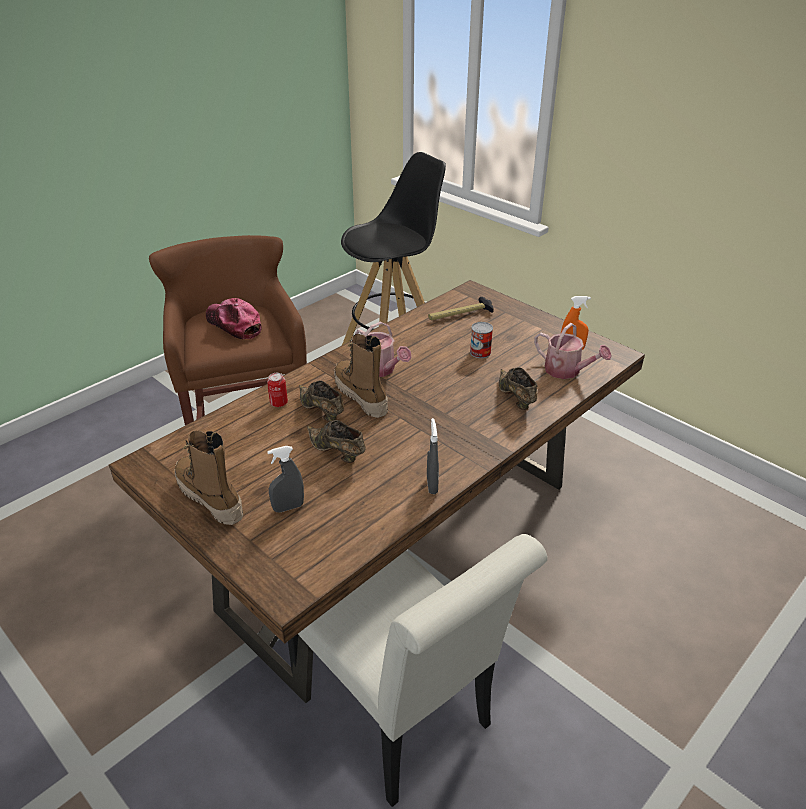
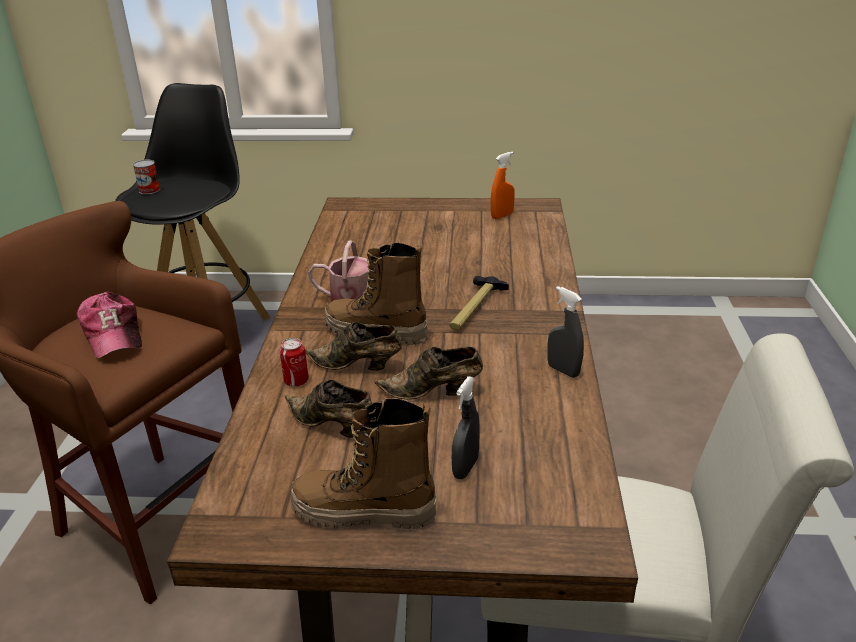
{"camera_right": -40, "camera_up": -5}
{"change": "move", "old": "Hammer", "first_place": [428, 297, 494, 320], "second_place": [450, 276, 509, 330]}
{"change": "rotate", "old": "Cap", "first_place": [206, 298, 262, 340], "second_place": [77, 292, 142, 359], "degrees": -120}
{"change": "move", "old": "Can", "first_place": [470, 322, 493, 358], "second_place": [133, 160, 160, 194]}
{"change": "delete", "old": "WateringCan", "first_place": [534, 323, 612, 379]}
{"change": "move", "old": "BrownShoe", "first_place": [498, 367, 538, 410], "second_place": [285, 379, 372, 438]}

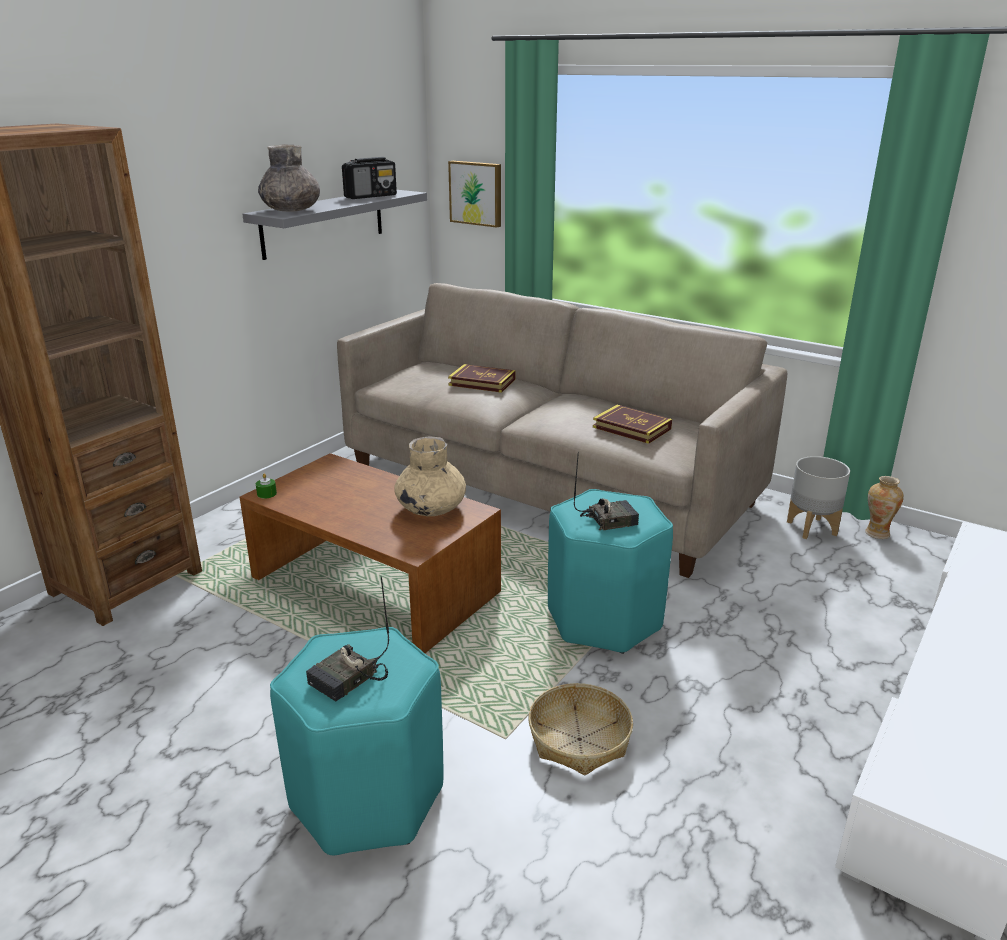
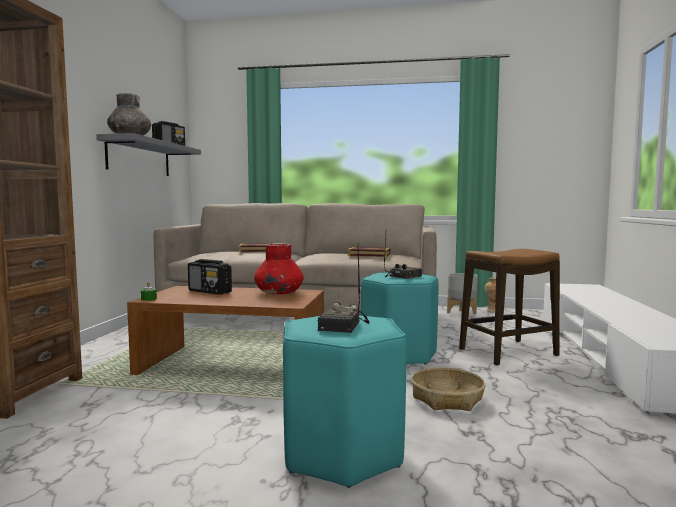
{"camera_right": -25, "camera_up": -20}
{"change": "delete", "old": "Picture", "first_place": [448, 161, 501, 228]}
{"change": "recolor", "old": "BeigeVase", "new": "RedVase", "first_place": [394, 436, 466, 516], "second_place": [254, 243, 304, 294]}
{"change": "insert", "new": "Stool", "second_place": [459, 249, 560, 366]}
{"change": "insert", "new": "Radio", "second_place": [188, 259, 232, 295]}

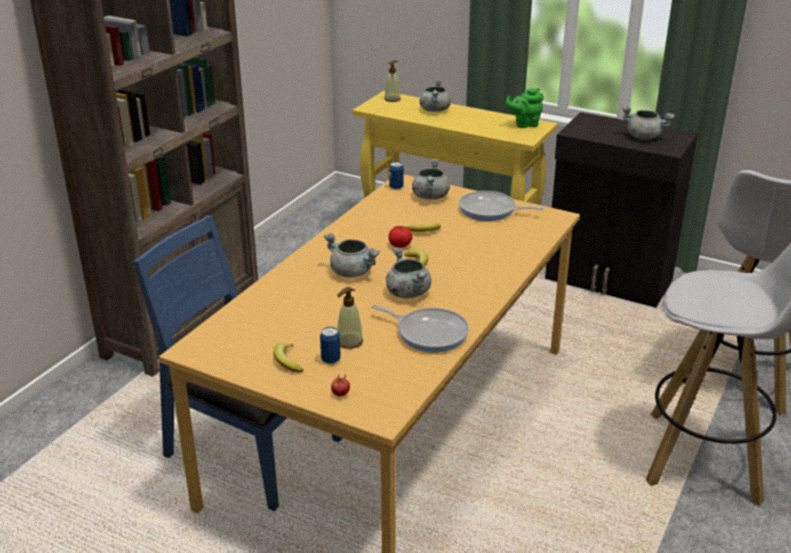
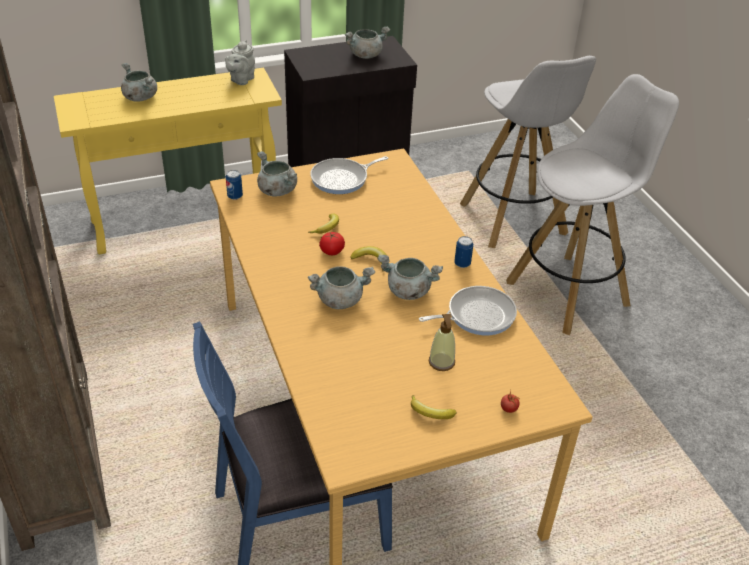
{"camera_right": -50, "camera_up": 10}
{"change": "delete", "old": "SoapDispenser", "first_place": [384, 60, 401, 102]}
{"change": "recolor", "old": "GreenTeapot", "new": "GreyTeapot", "first_place": [506, 88, 544, 128], "second_place": [225, 40, 255, 85]}
{"change": "move", "old": "Can", "first_place": [320, 327, 341, 364], "second_place": [454, 236, 473, 268]}

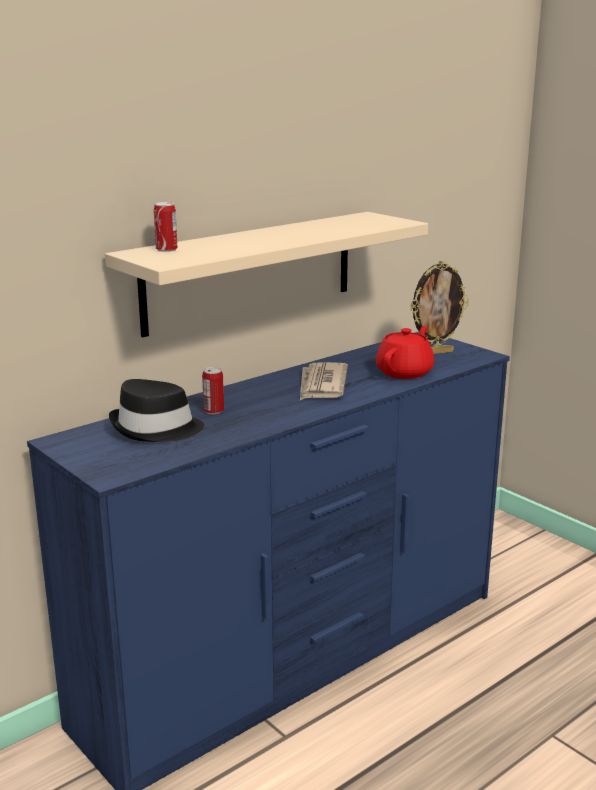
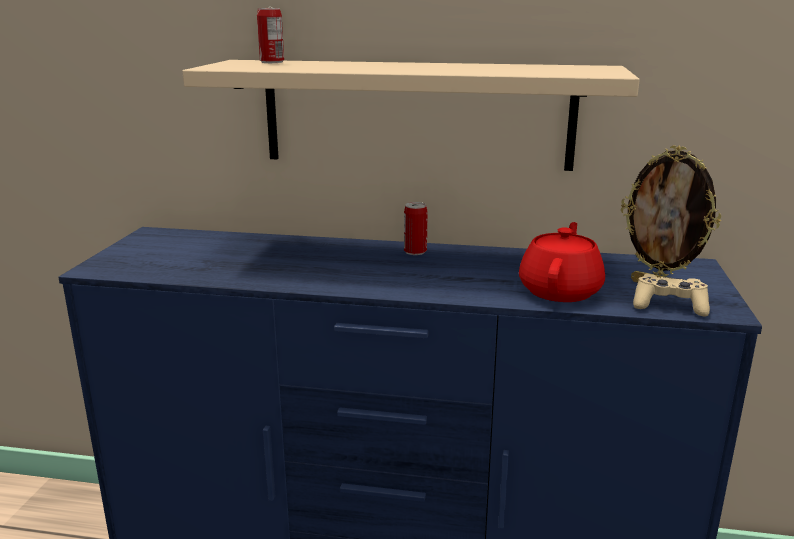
{"camera_right": 50, "camera_up": 0}
{"change": "rotate", "old": "RedTeapot", "first_place": [376, 326, 434, 379], "second_place": [519, 222, 605, 302], "degrees": -60}
{"change": "delete", "old": "Newspaper", "first_place": [300, 362, 348, 400]}
{"change": "move", "old": "Can", "first_place": [202, 367, 224, 414], "second_place": [404, 202, 428, 255]}
{"change": "delete", "old": "BlackHat", "first_place": [109, 379, 204, 442]}
{"change": "insert", "new": "BeigeGameController", "second_place": [633, 274, 710, 317]}

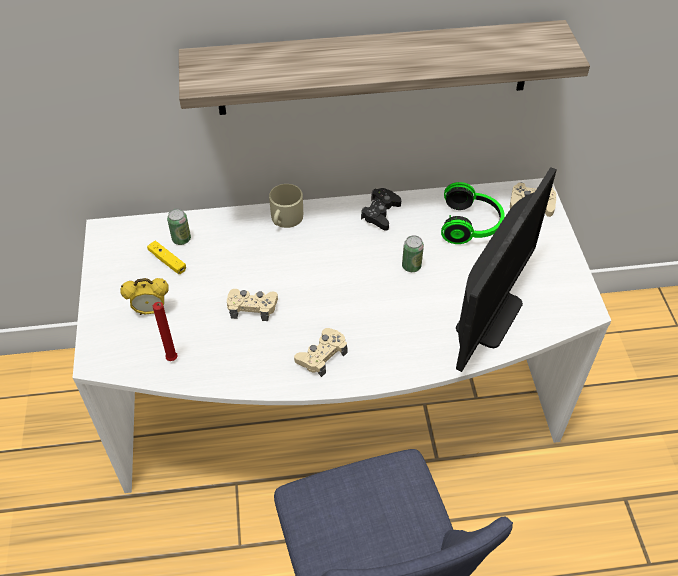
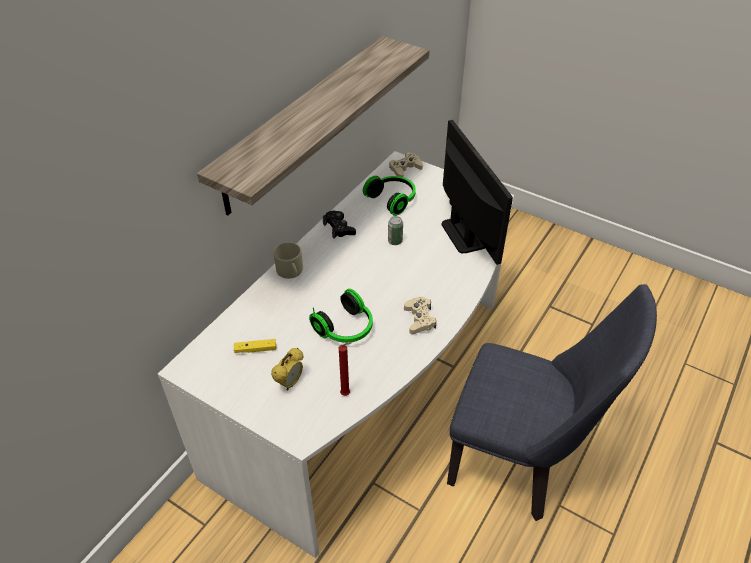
{"camera_right": -50, "camera_up": -5}
{"change": "delete", "old": "Can", "first_place": [167, 209, 191, 245]}
{"change": "replace", "old": "BeigeGameController", "new": "Headphones", "first_place": [227, 289, 278, 321], "second_place": [309, 289, 373, 343]}

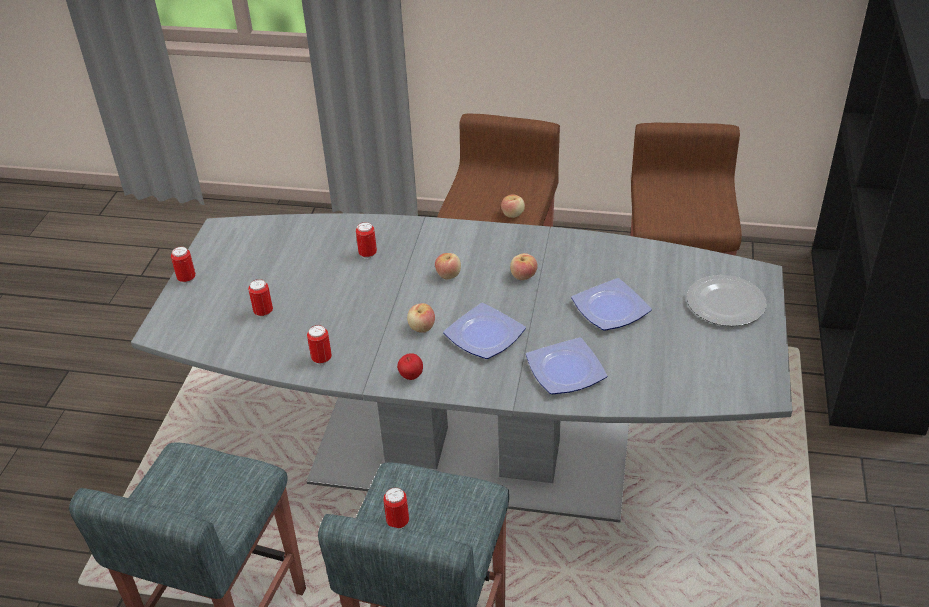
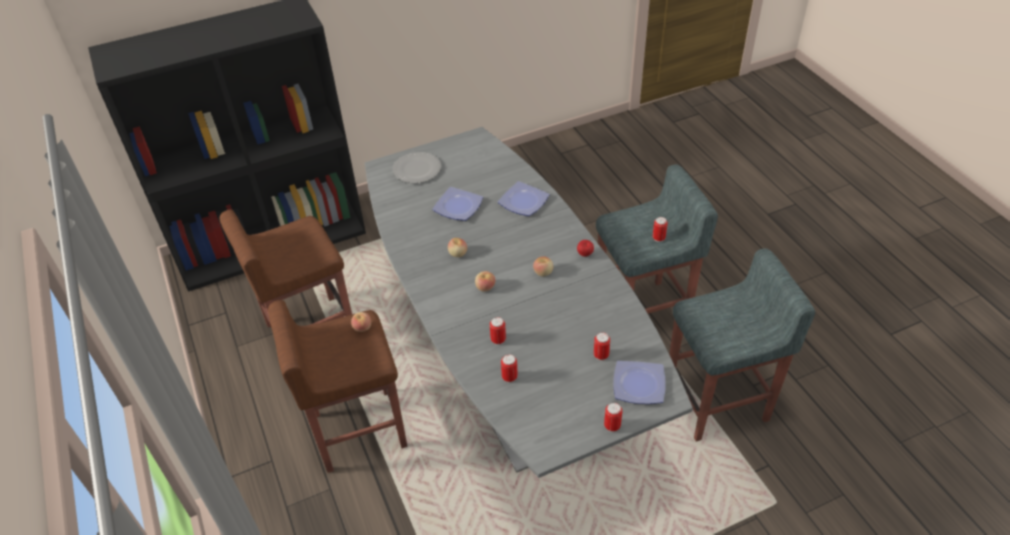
{"camera_right": -125, "camera_up": 5}
{"change": "move", "old": "Plate", "first_place": [443, 303, 526, 359], "second_place": [614, 361, 666, 404]}
{"change": "move", "old": "Can", "first_place": [307, 325, 332, 365], "second_place": [501, 354, 518, 383]}

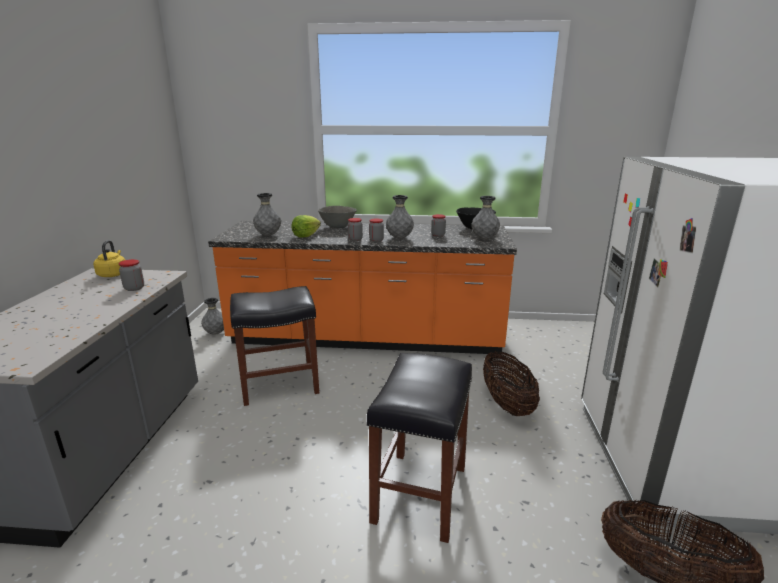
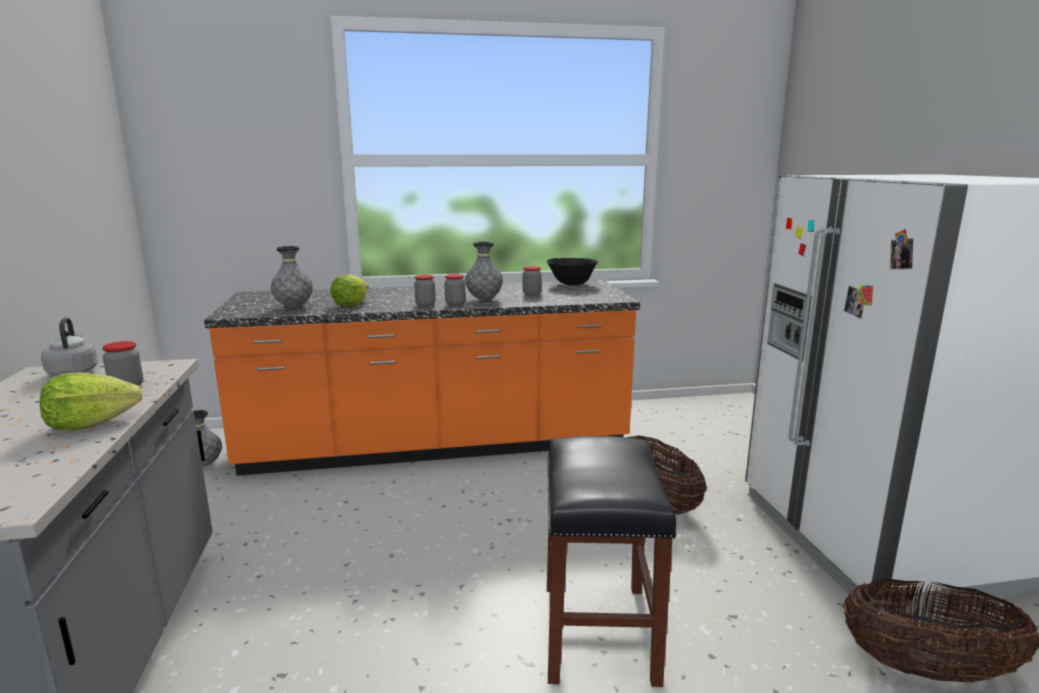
{"camera_right": -15, "camera_up": -5}
{"change": "delete", "old": "GreyVase", "first_place": [472, 196, 500, 240]}
{"change": "delete", "old": "GreyBowl", "first_place": [318, 206, 357, 228]}
{"change": "recolor", "old": "YellowKettle", "new": "GreyKettle", "first_place": [93, 240, 125, 277], "second_place": [41, 317, 98, 376]}
{"change": "delete", "old": "BlackStool", "first_place": [230, 286, 319, 406]}
{"change": "insert", "new": "Lettuce", "second_place": [39, 372, 143, 430]}

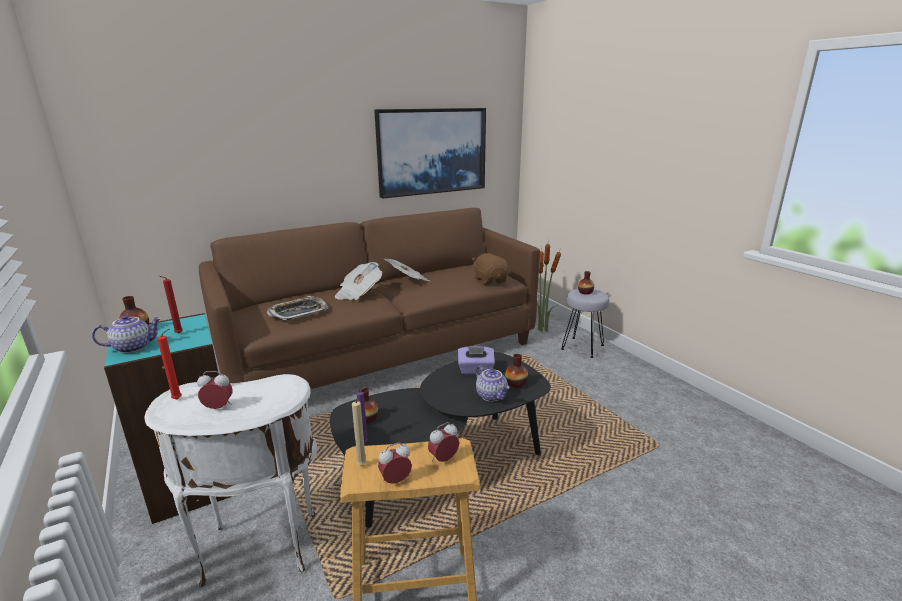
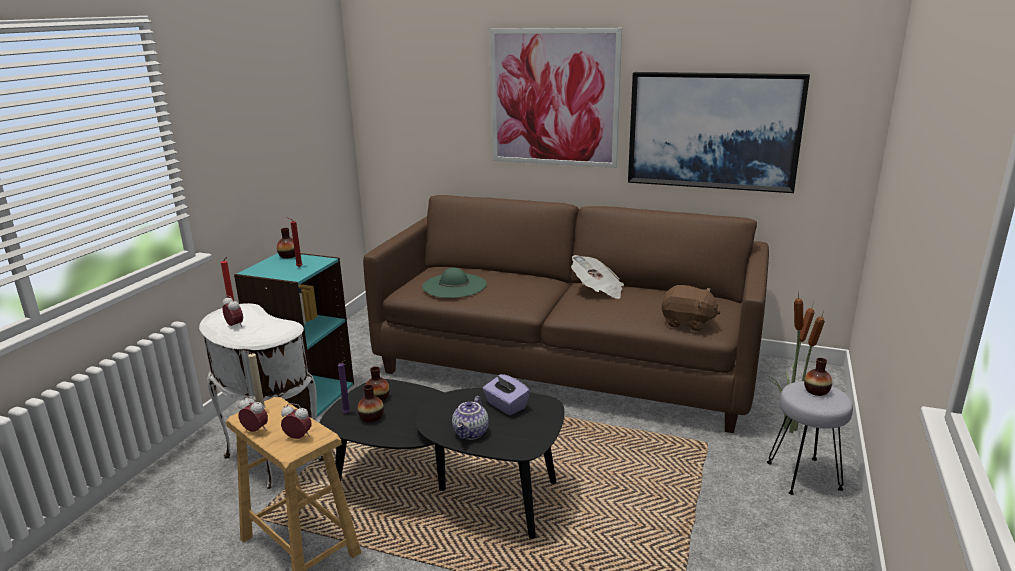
{"camera_right": 50, "camera_up": 0}
{"change": "rotate", "old": "BrownPlushToy", "first_place": [472, 253, 508, 285], "second_place": [662, 285, 721, 331], "degrees": 90}
{"change": "delete", "old": "Newspaper", "first_place": [335, 262, 382, 300]}
{"change": "replace", "old": "Tray", "new": "GreenHat", "first_place": [267, 296, 329, 321], "second_place": [422, 267, 487, 298]}
{"change": "delete", "old": "Teapot", "first_place": [92, 315, 162, 353]}
{"change": "move", "old": "Vase", "first_place": [505, 354, 528, 388], "second_place": [358, 384, 384, 423]}
{"change": "insert", "new": "Picture", "second_place": [489, 28, 622, 168]}

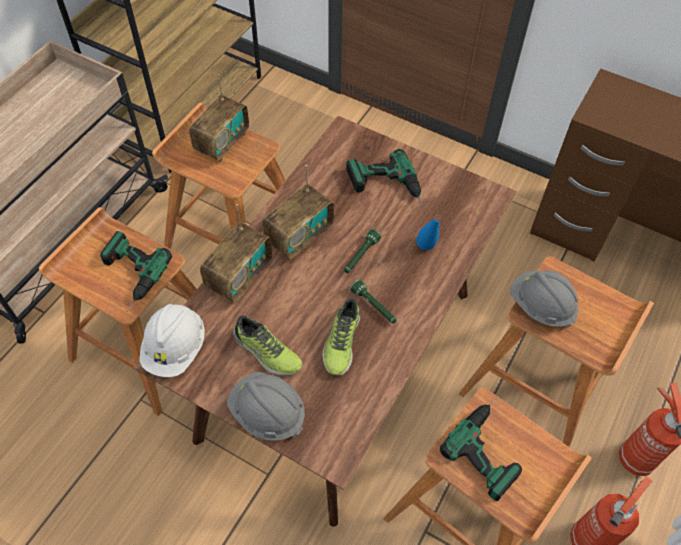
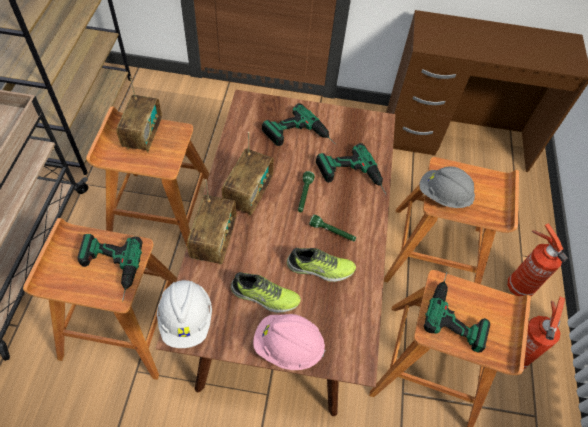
{"camera_right": -25, "camera_up": 0}
{"change": "replace", "old": "BlueBottle", "new": "PowerDrill", "first_place": [416, 214, 441, 250], "second_place": [316, 143, 386, 194]}
{"change": "rotate", "old": "Shoe", "first_place": [322, 298, 360, 375], "second_place": [287, 248, 356, 282], "degrees": -75}
{"change": "recolor", "old": "GreyHardHat", "new": "PinkHardHat", "first_place": [227, 372, 305, 441], "second_place": [253, 314, 325, 370]}

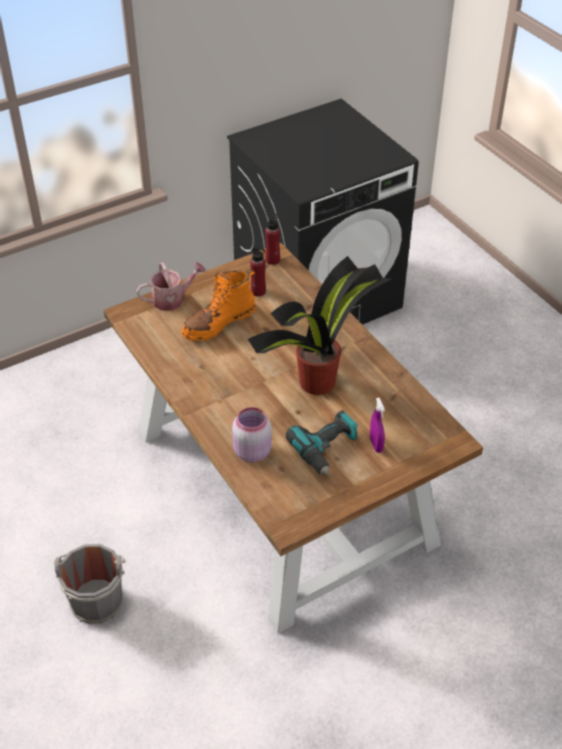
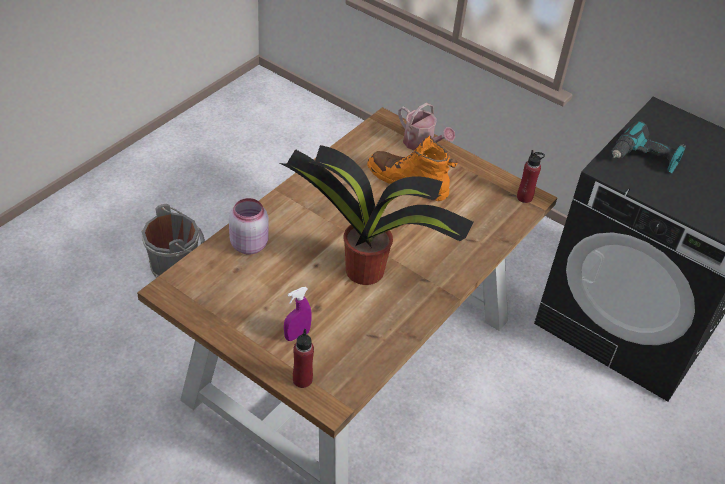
{"camera_right": 65, "camera_up": 0}
{"change": "move", "old": "RedBottle", "first_place": [250, 247, 266, 297], "second_place": [293, 329, 314, 388]}
{"change": "move", "old": "PowerDrill", "first_place": [285, 410, 358, 475], "second_place": [611, 121, 686, 173]}

